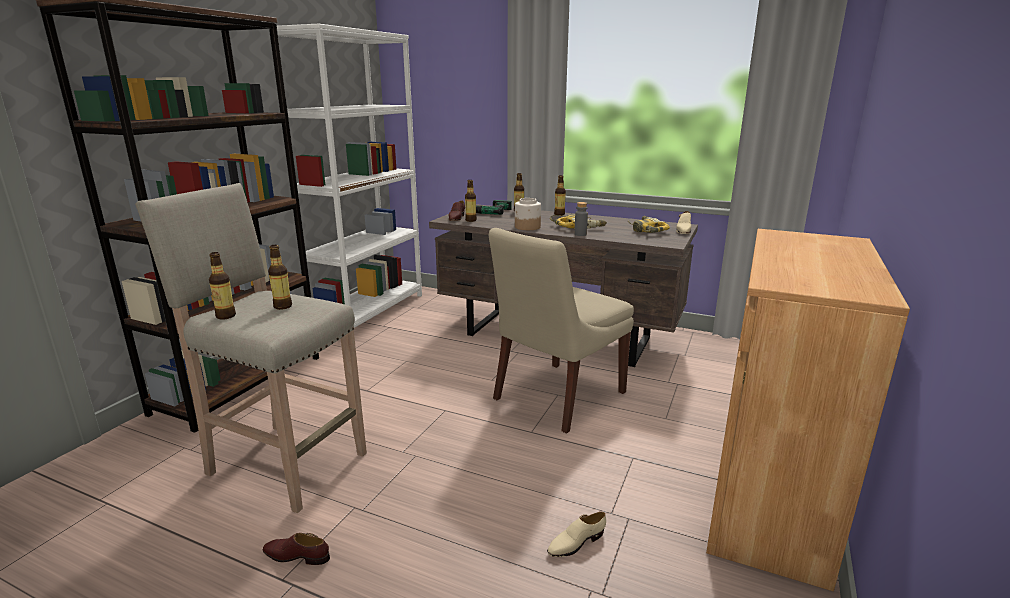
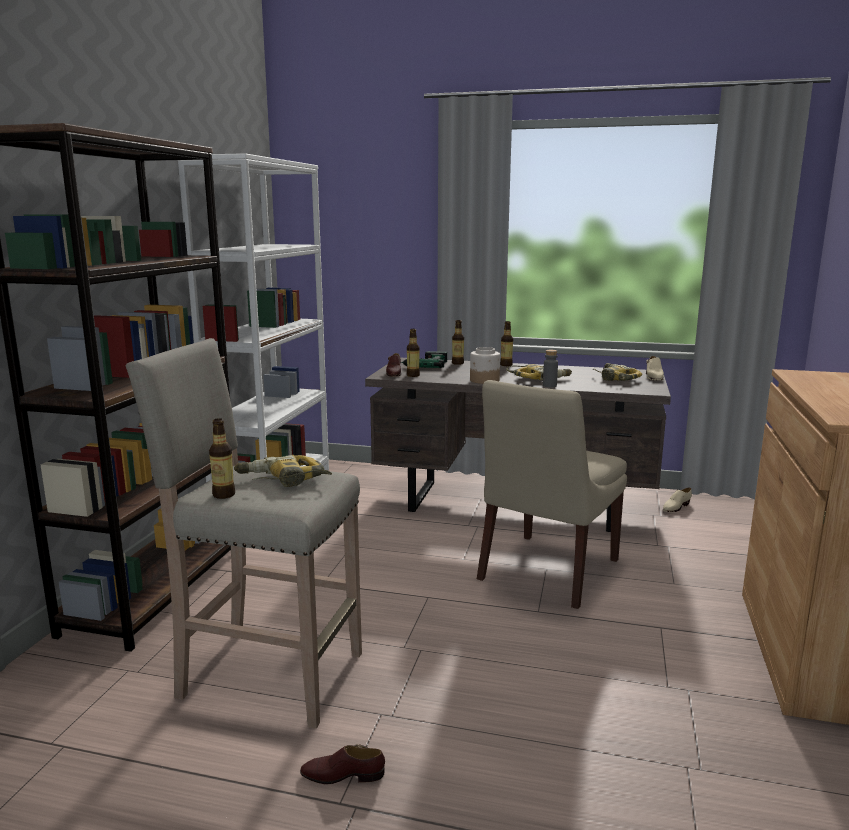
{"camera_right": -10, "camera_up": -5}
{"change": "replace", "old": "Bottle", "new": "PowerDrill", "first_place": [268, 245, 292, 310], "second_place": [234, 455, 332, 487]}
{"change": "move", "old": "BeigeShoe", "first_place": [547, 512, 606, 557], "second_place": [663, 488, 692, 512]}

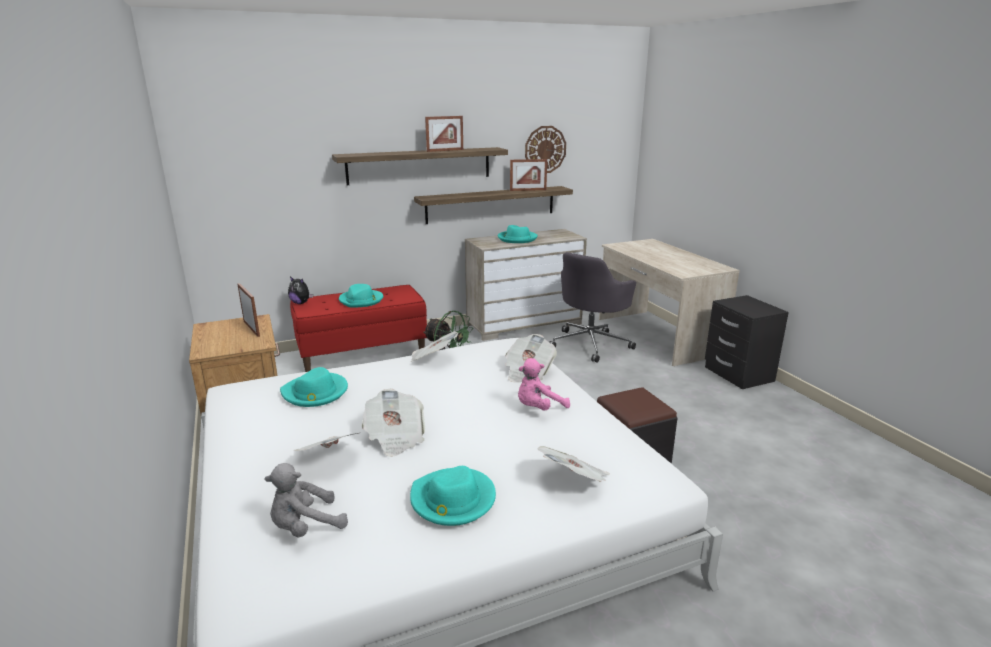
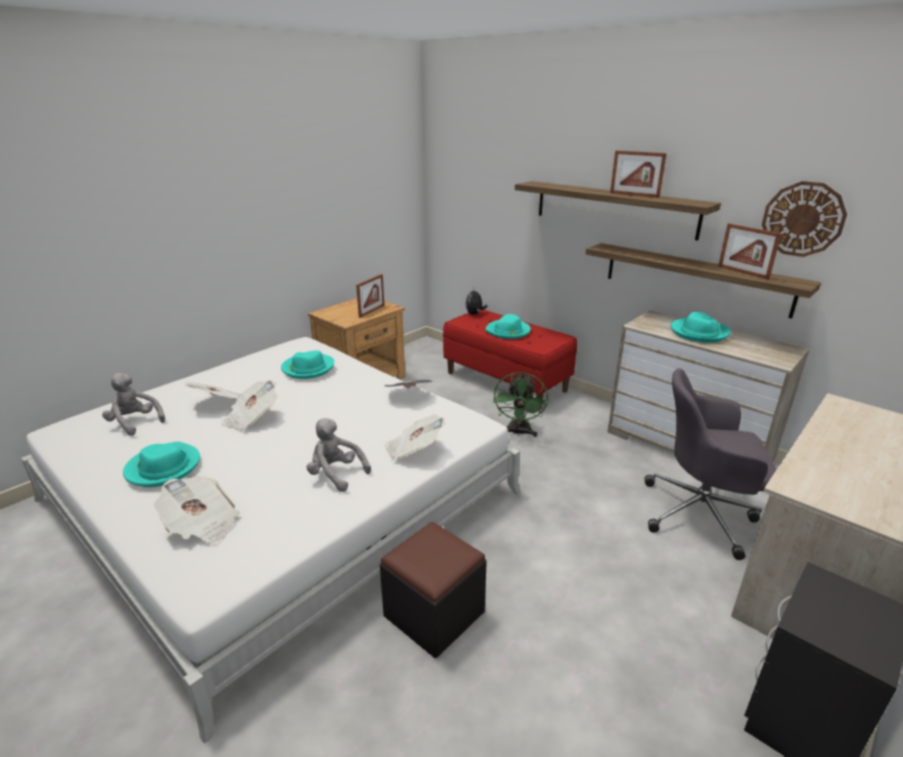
{"camera_right": 65, "camera_up": 5}
{"change": "recolor", "old": "PinkPlushToy", "new": "GreyPlushToy", "first_place": [518, 358, 570, 411], "second_place": [307, 418, 371, 492]}

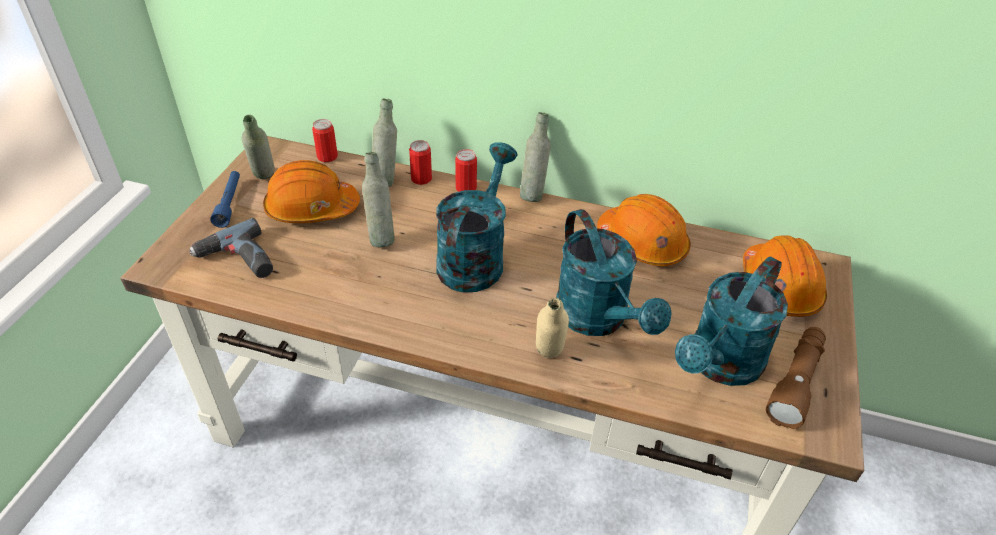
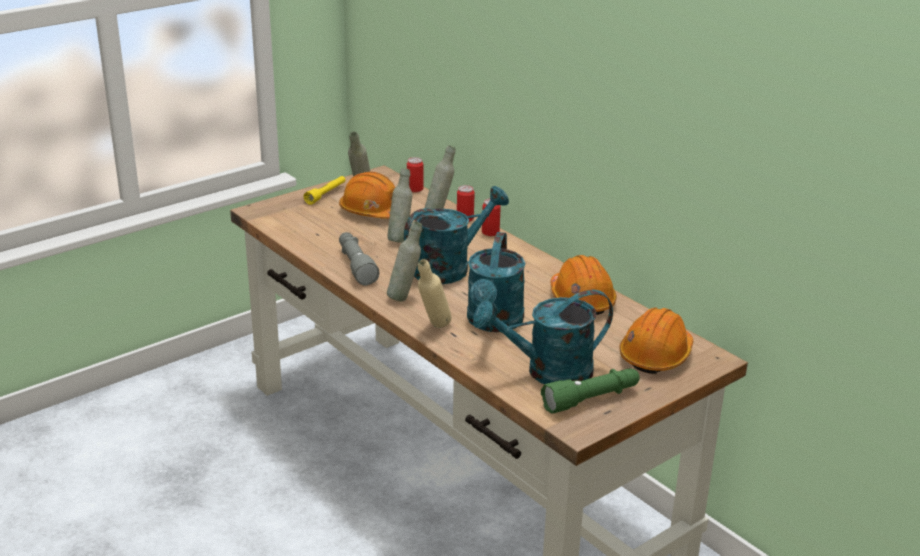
{"camera_right": 35, "camera_up": -15}
{"change": "move", "old": "GreyBottle", "first_place": [520, 112, 551, 202], "second_place": [387, 221, 422, 301]}
{"change": "recolor", "old": "BlueFlashlight", "new": "YellowFlashlight", "first_place": [210, 171, 240, 228], "second_place": [304, 176, 345, 205]}
{"change": "delete", "old": "PowerDrill", "first_place": [189, 218, 273, 278]}
{"change": "recolor", "old": "BrownFlashlight", "new": "GreenFlashlight", "first_place": [765, 327, 826, 429], "second_place": [541, 368, 640, 414]}
{"change": "insert", "new": "GreyFlashlight", "second_place": [339, 232, 379, 286]}

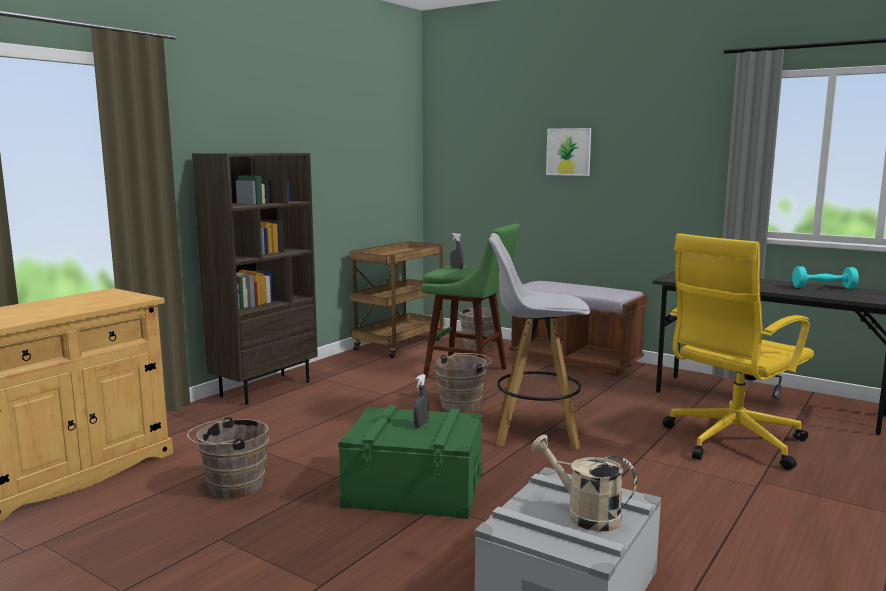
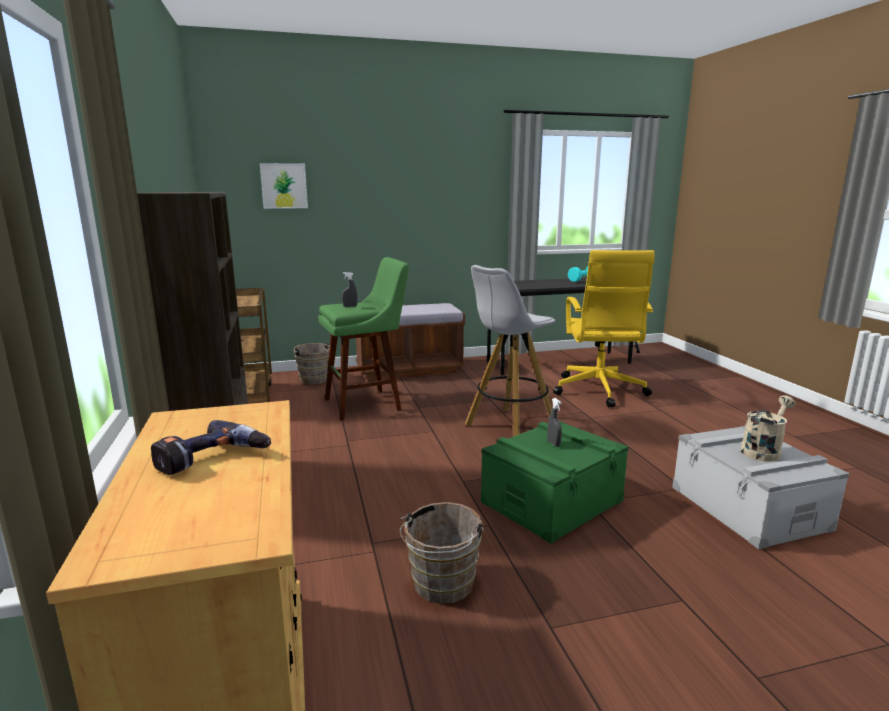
{"camera_right": -50, "camera_up": 5}
{"change": "move", "old": "Picture", "first_place": [546, 128, 591, 176], "second_place": [260, 163, 308, 209]}
{"change": "delete", "old": "BrownBucket", "first_place": [435, 353, 491, 412]}
{"change": "rotate", "old": "BeigeWateringCan", "first_place": [531, 434, 637, 531], "second_place": [740, 395, 796, 462], "degrees": 150}
{"change": "insert", "new": "PowerDrill", "second_place": [151, 420, 271, 475]}

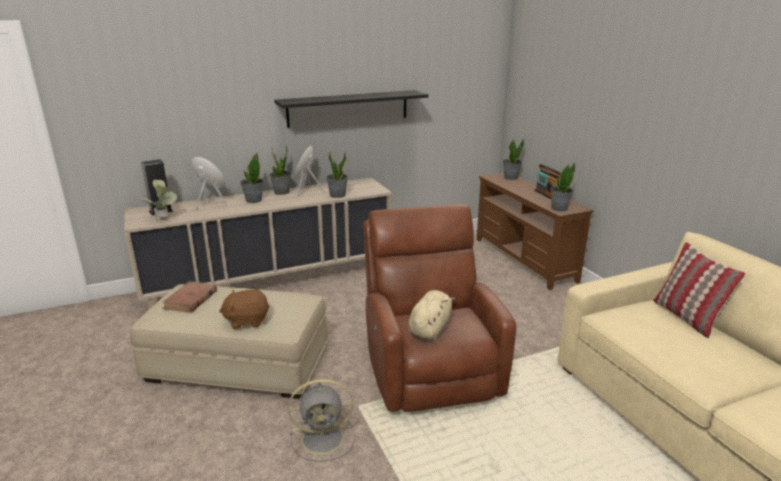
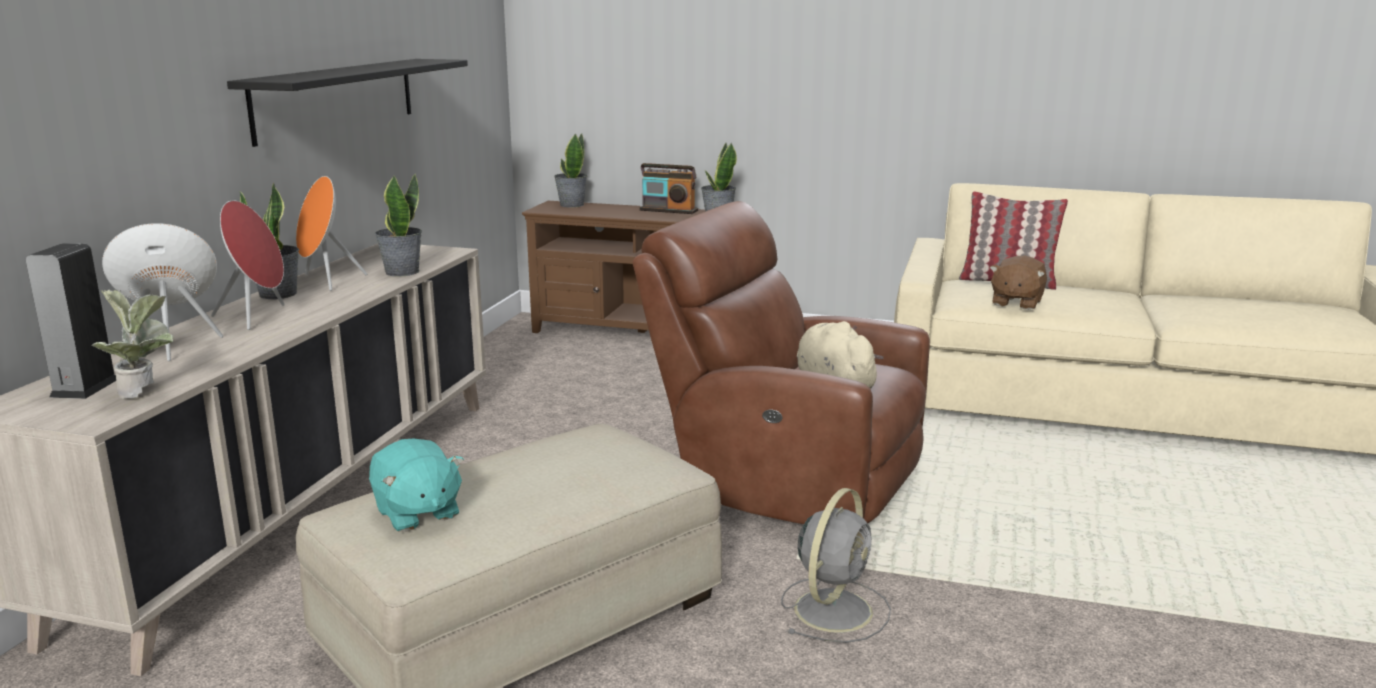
{"camera_right": -50, "camera_up": -5}
{"change": "replace", "old": "PottedPlant", "new": "RedSpeaker", "first_place": [240, 152, 263, 203], "second_place": [211, 200, 285, 330]}
{"change": "replace", "old": "BrownBook", "new": "TurquoisePlushToy", "first_place": [162, 281, 217, 313], "second_place": [369, 439, 464, 532]}
{"change": "move", "old": "BrownPlushToy", "first_place": [219, 289, 270, 329], "second_place": [989, 255, 1047, 310]}

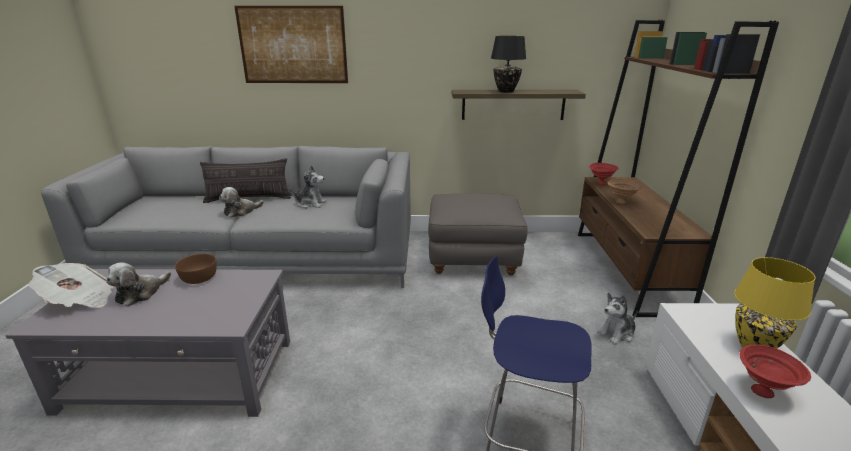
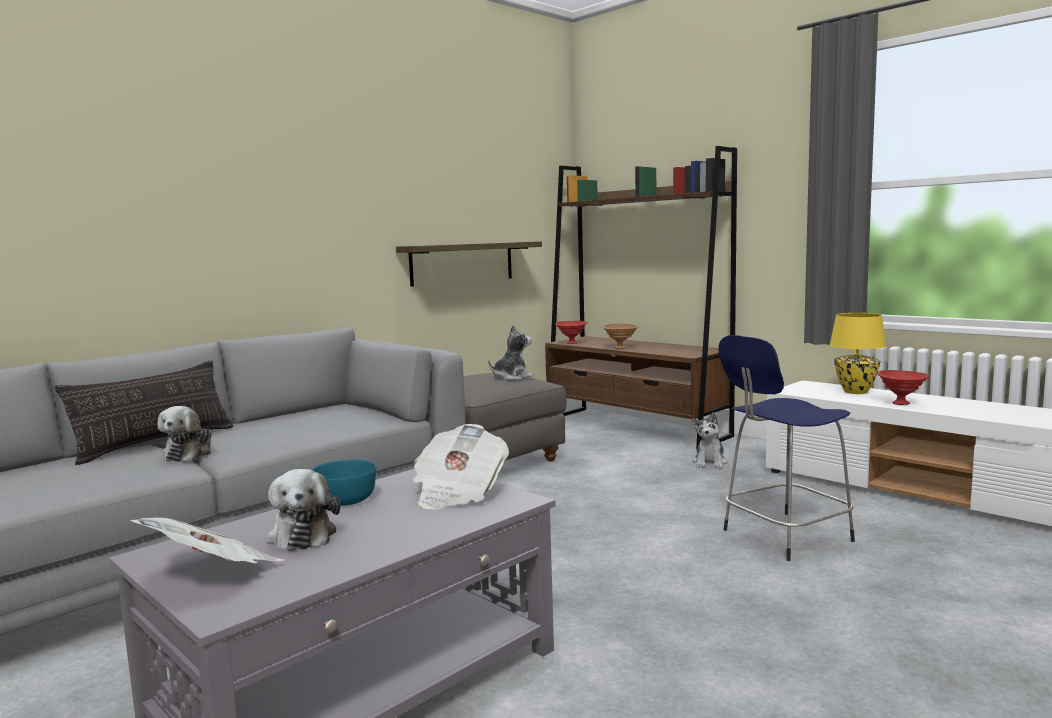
{"camera_right": -45, "camera_up": -15}
{"change": "delete", "old": "Picture", "first_place": [234, 6, 348, 83]}
{"change": "delete", "old": "BlackTableLamp", "first_place": [491, 36, 526, 93]}
{"change": "move", "old": "PlushToy", "first_place": [289, 165, 327, 208], "second_place": [488, 325, 533, 380]}
{"change": "recolor", "old": "BrownBowl", "new": "TurquoiseBowl", "first_place": [175, 253, 216, 284], "second_place": [311, 459, 376, 506]}
{"change": "insert", "new": "Newspaper", "second_place": [413, 424, 509, 509]}

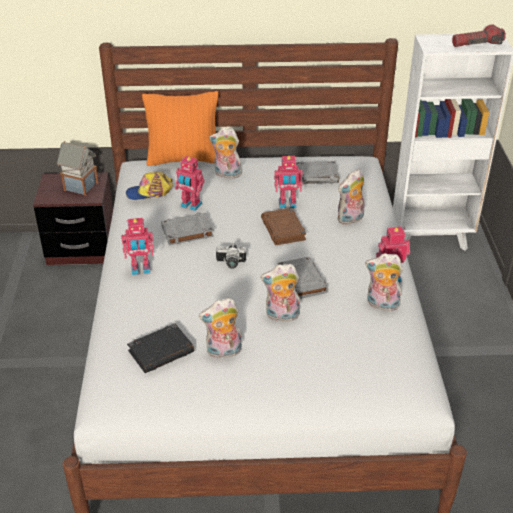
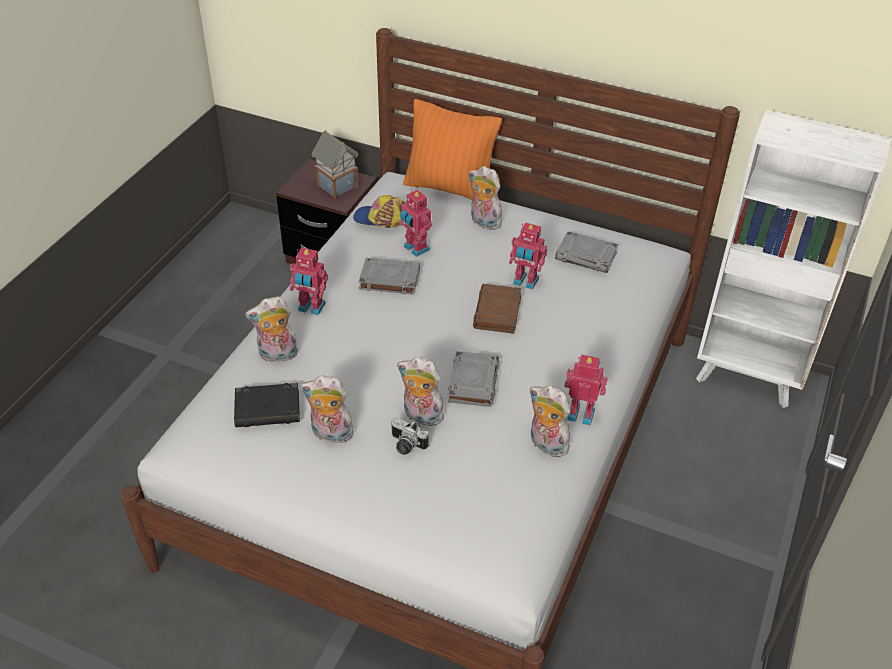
{"camera_right": 25, "camera_up": 5}
{"change": "delete", "old": "Flashlight", "first_place": [452, 24, 506, 47]}
{"change": "move", "old": "PlushToy", "first_place": [338, 169, 364, 225], "second_place": [245, 296, 298, 362]}
{"change": "move", "old": "PhotoCamera", "first_place": [216, 243, 246, 269], "second_place": [391, 418, 429, 455]}

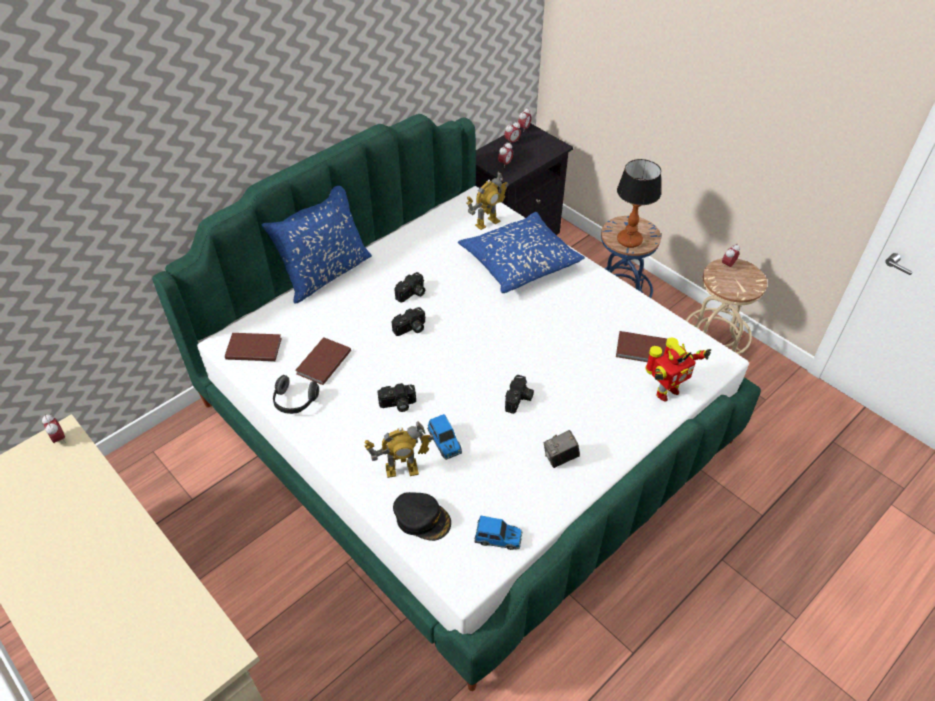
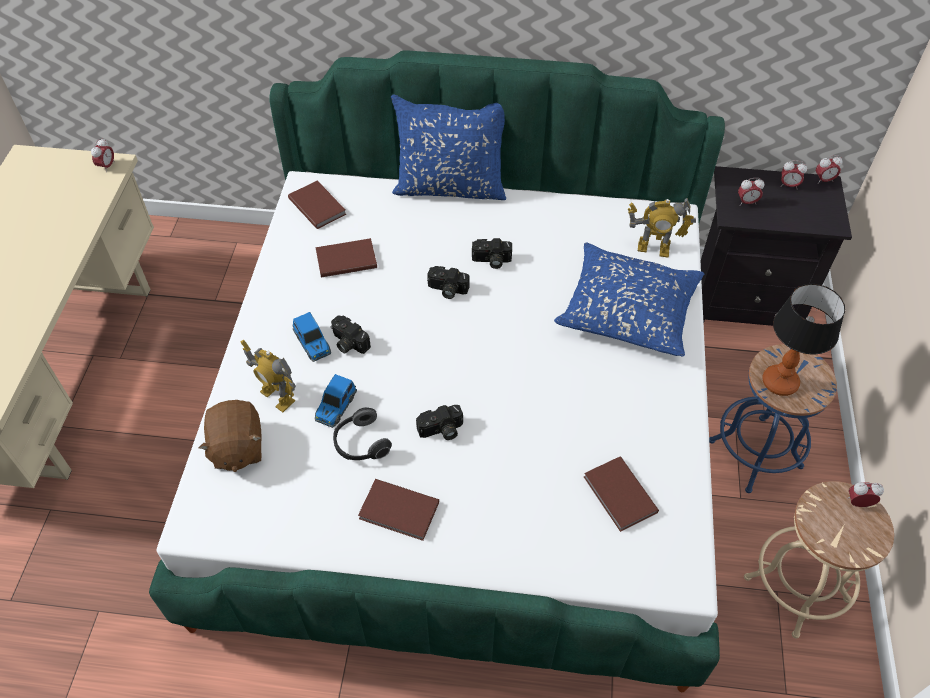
{"camera_right": 50, "camera_up": 5}
{"change": "delete", "old": "ToyRobot", "first_place": [645, 337, 711, 402]}
{"change": "move", "old": "Headphones", "first_place": [273, 375, 319, 414], "second_place": [333, 407, 392, 460]}
{"change": "replace", "old": "PhotoCamera", "new": "BrownBook", "first_place": [544, 430, 580, 468], "second_place": [358, 479, 439, 541]}
{"change": "replace", "old": "BlackCap", "new": "BrownPlushToy", "first_place": [393, 492, 451, 541], "second_place": [199, 400, 261, 472]}
{"change": "move", "old": "ToyCar", "first_place": [474, 516, 522, 550], "second_place": [292, 312, 331, 362]}

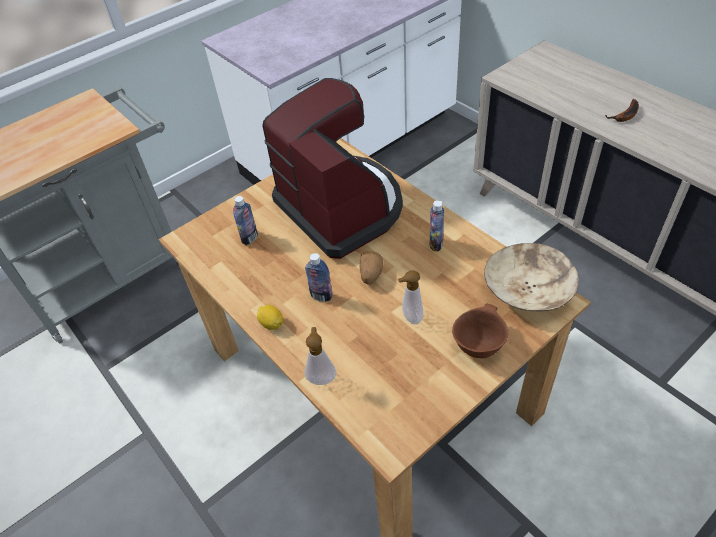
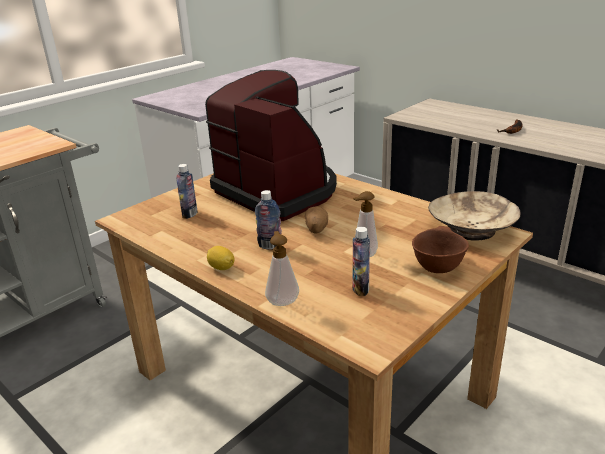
{"camera_right": -10, "camera_up": -20}
{"change": "move", "old": "Bottle", "first_place": [429, 200, 444, 251], "second_place": [353, 227, 370, 296]}

